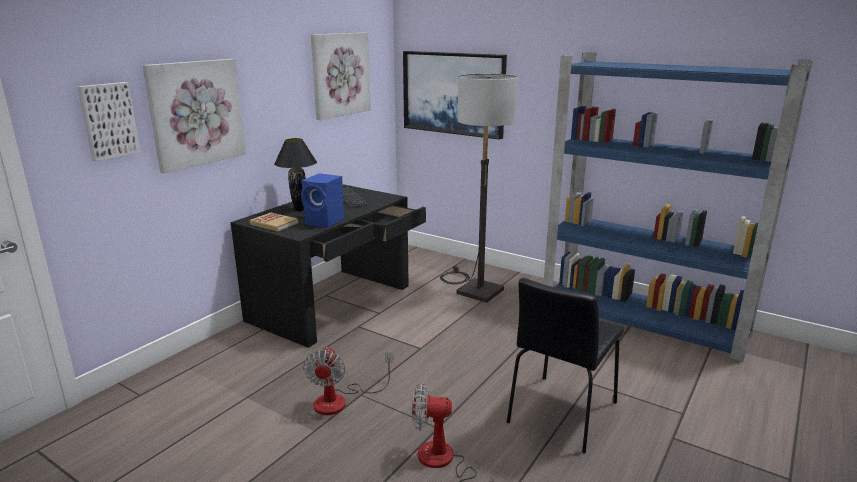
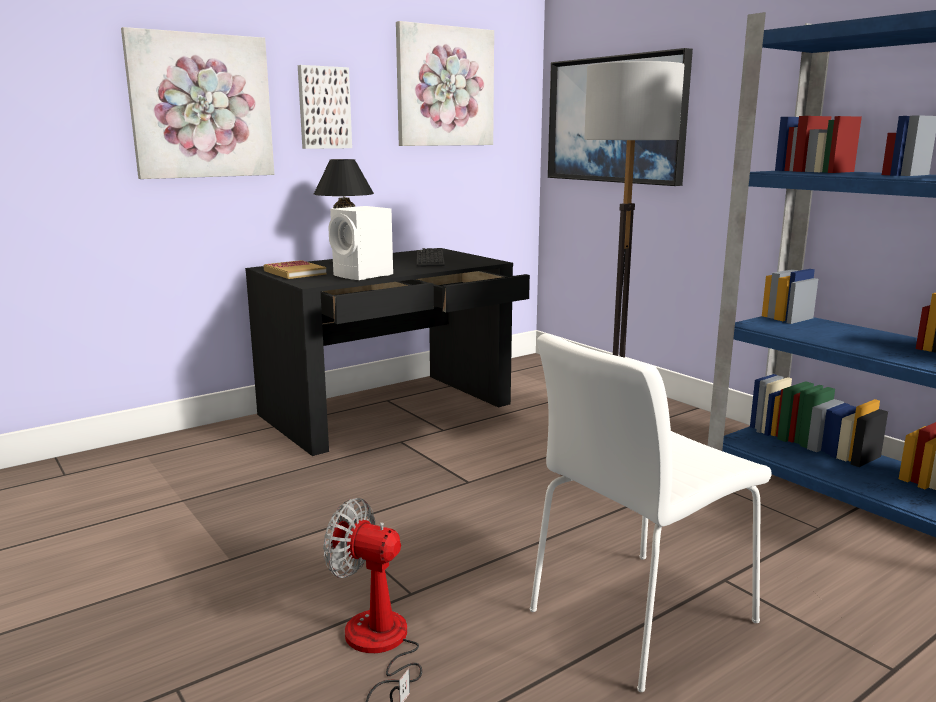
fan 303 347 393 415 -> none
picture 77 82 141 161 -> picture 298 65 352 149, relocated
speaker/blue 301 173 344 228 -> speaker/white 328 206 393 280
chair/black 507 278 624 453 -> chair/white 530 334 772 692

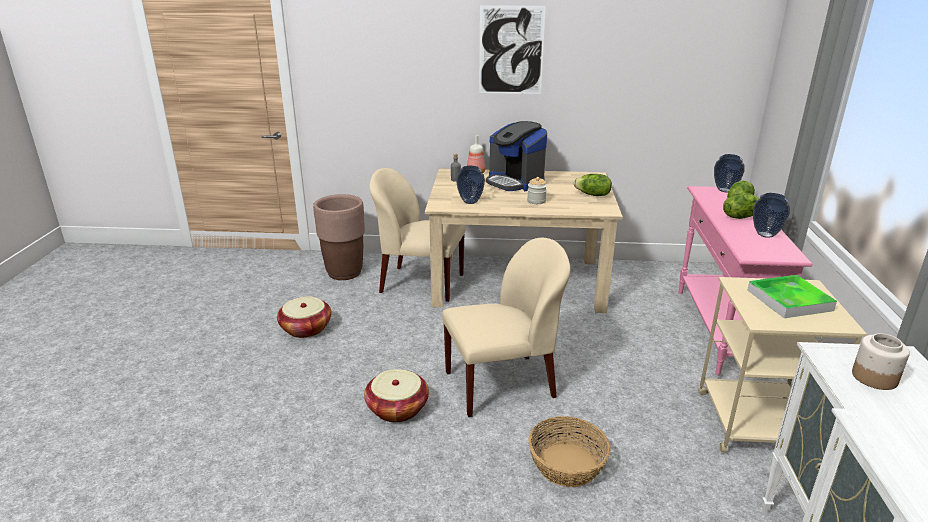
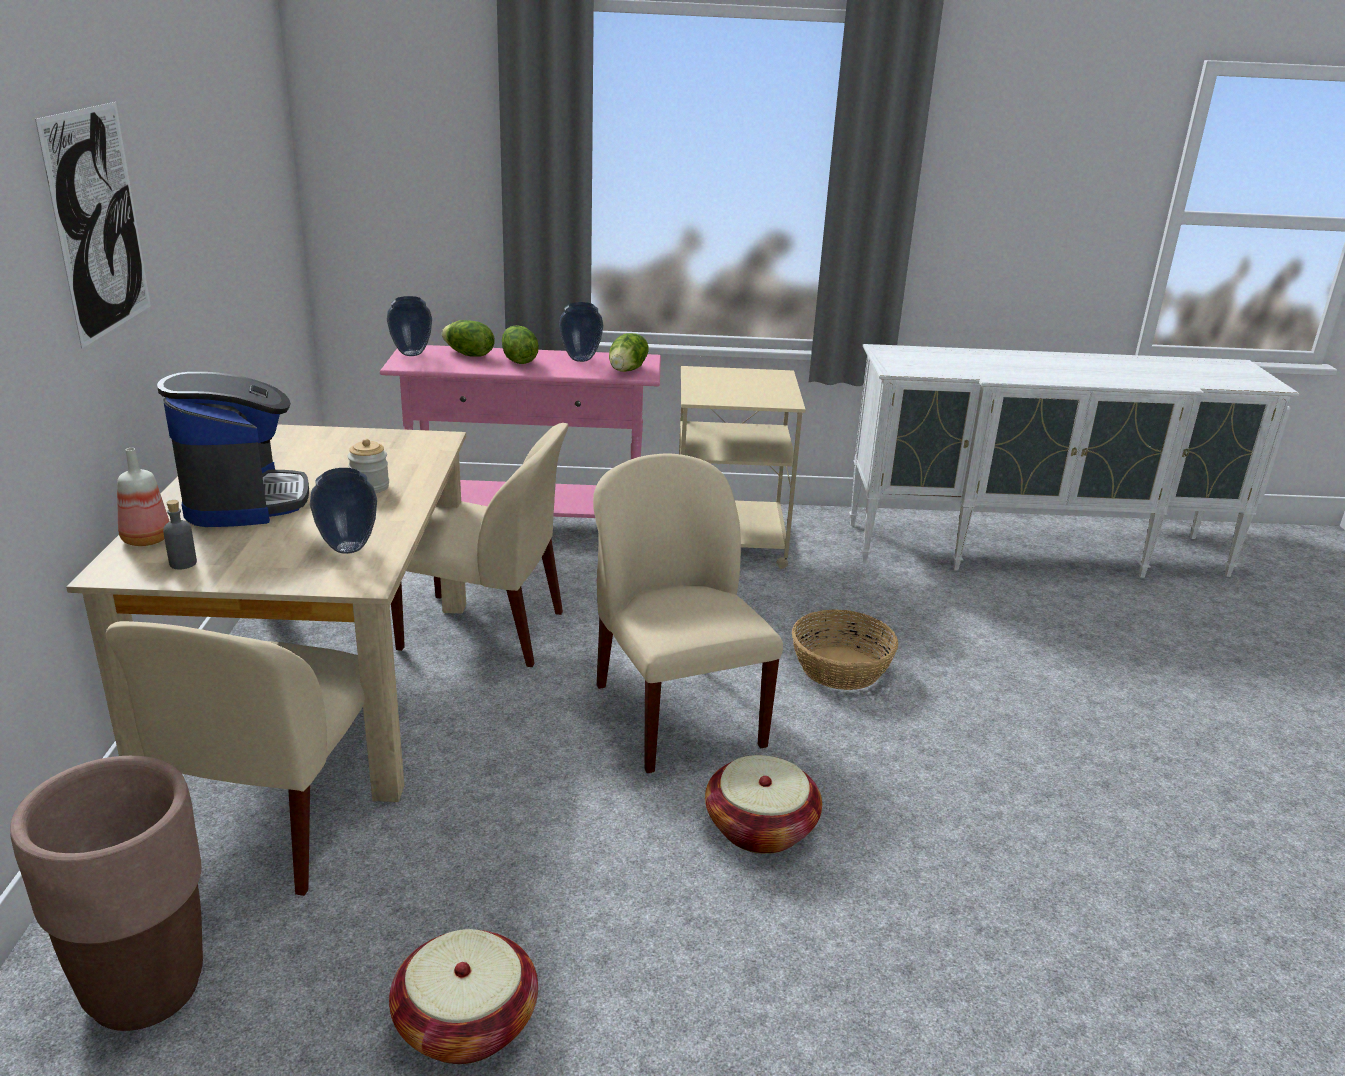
tray 747 275 837 318 -> none
jar 852 333 910 390 -> none
none -> chair/beige 391 423 568 667
lettuce 574 174 612 196 -> lettuce 609 333 648 372, relocated
coffee machine 486 121 547 191 -> coffee machine 157 372 309 527, 60 degrees counterclockwise

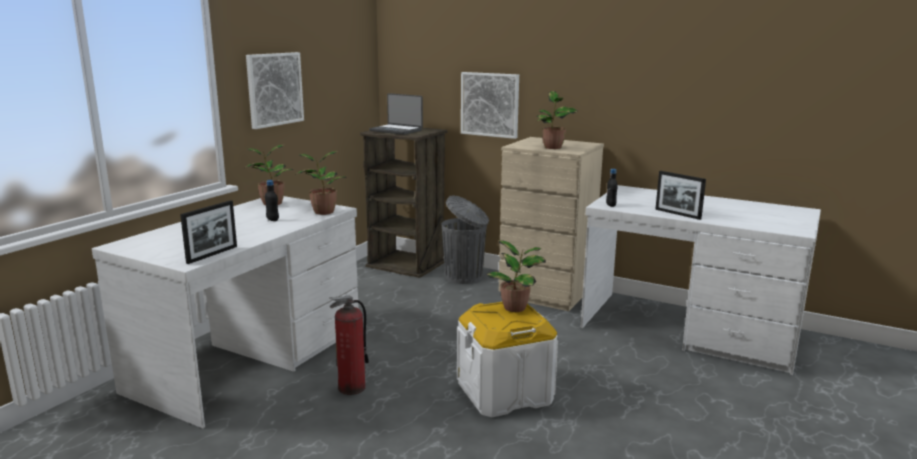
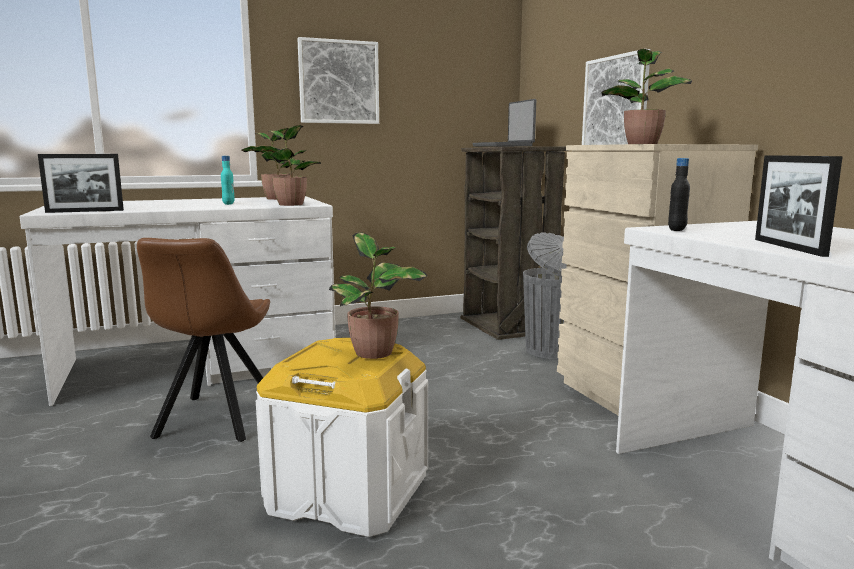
fire extinguisher 330 296 369 395 -> chair/brown 137 238 270 442
bottle/black 265 180 279 221 -> bottle/turquoise 221 156 235 205

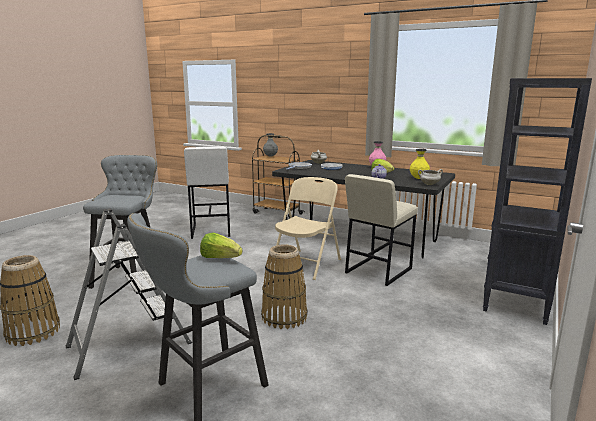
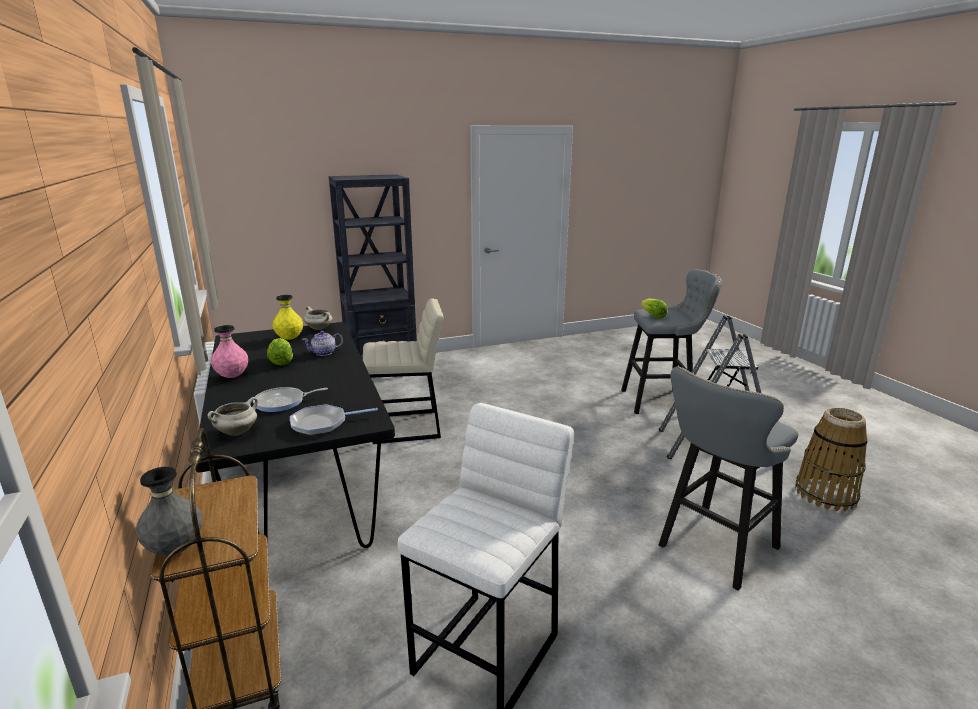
basket 261 244 307 329 -> none
chair/beige 270 177 341 280 -> none

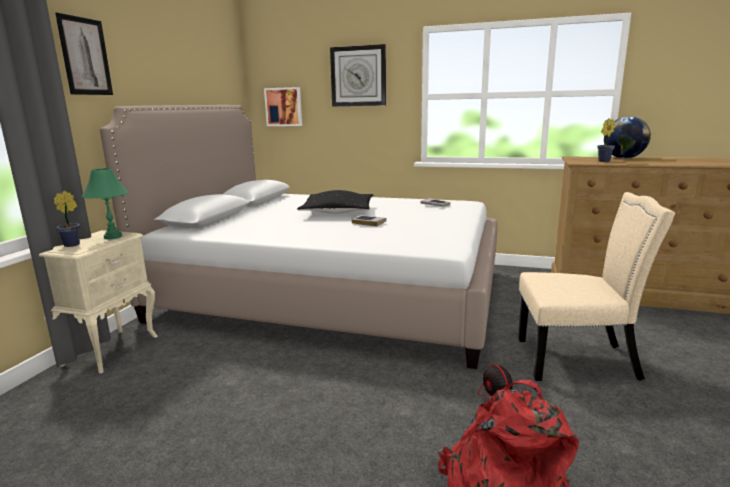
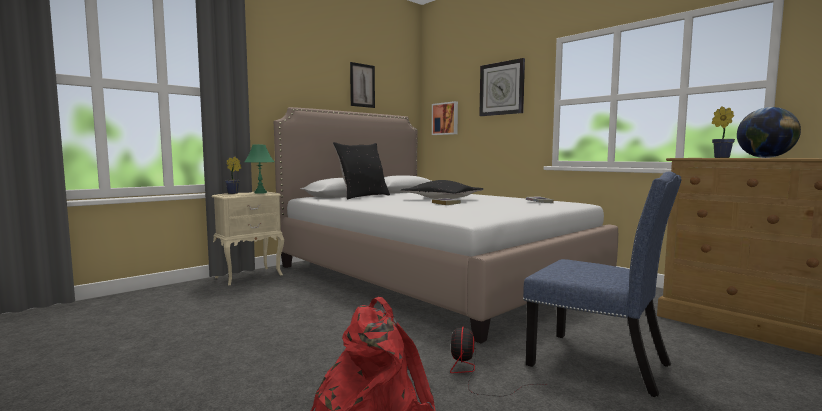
none -> pillow/black 333 142 390 199
picture 55 13 113 95 -> picture 350 62 375 108, relocated
chair/beige 518 192 675 381 -> chair/blue 523 172 681 397

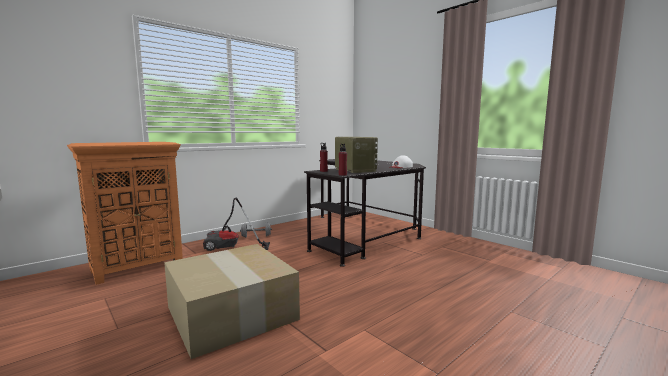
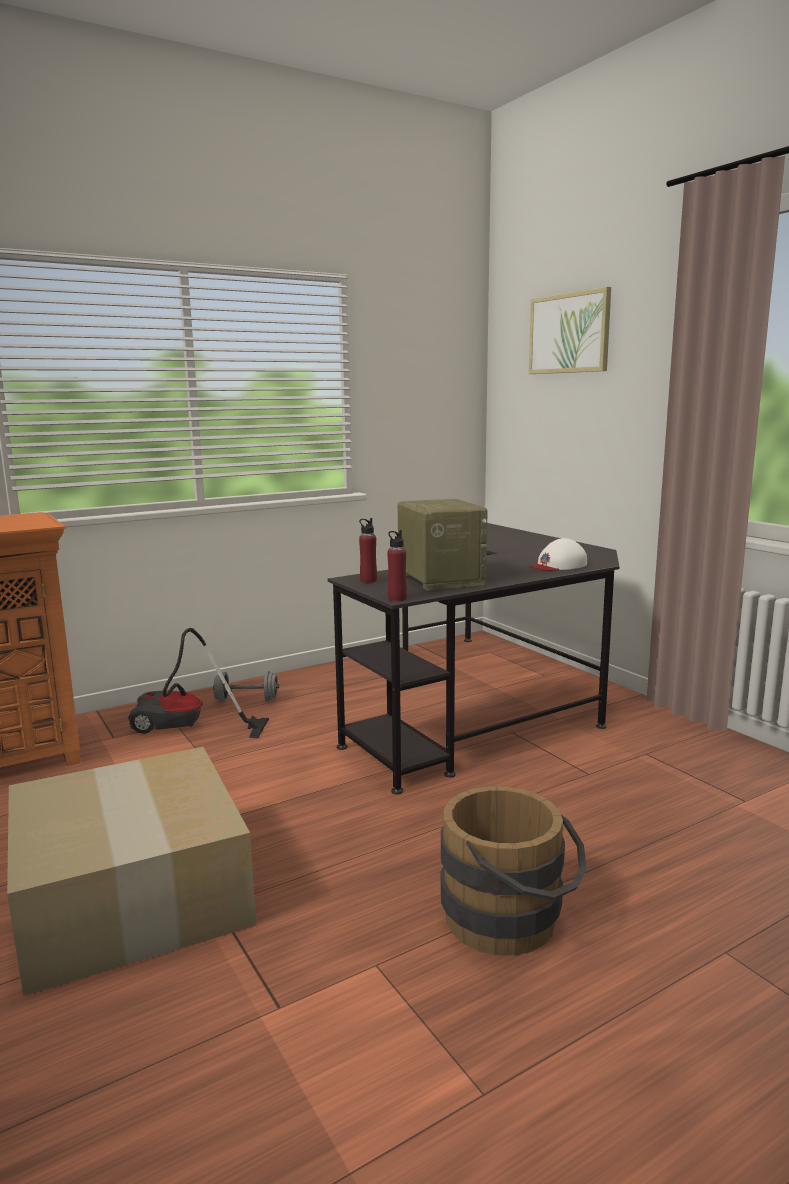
none -> bucket/brown 441 786 587 956
none -> picture 529 287 611 374

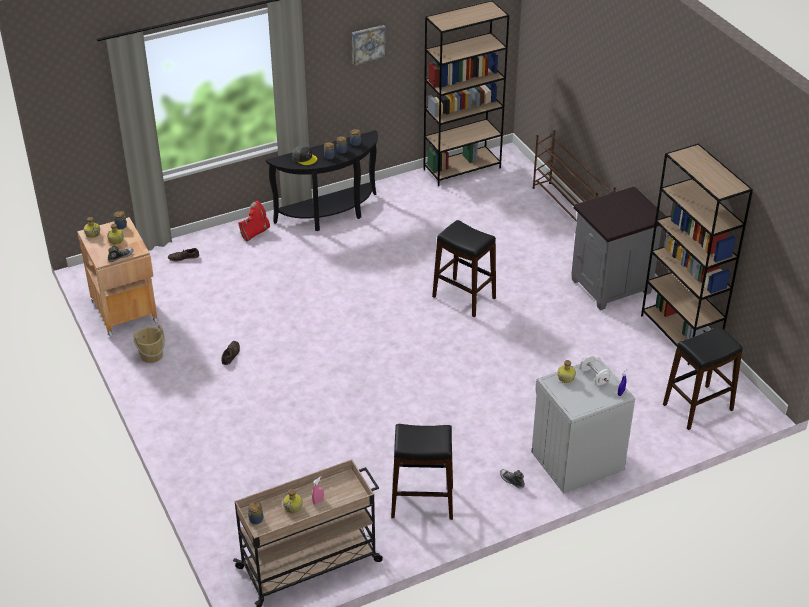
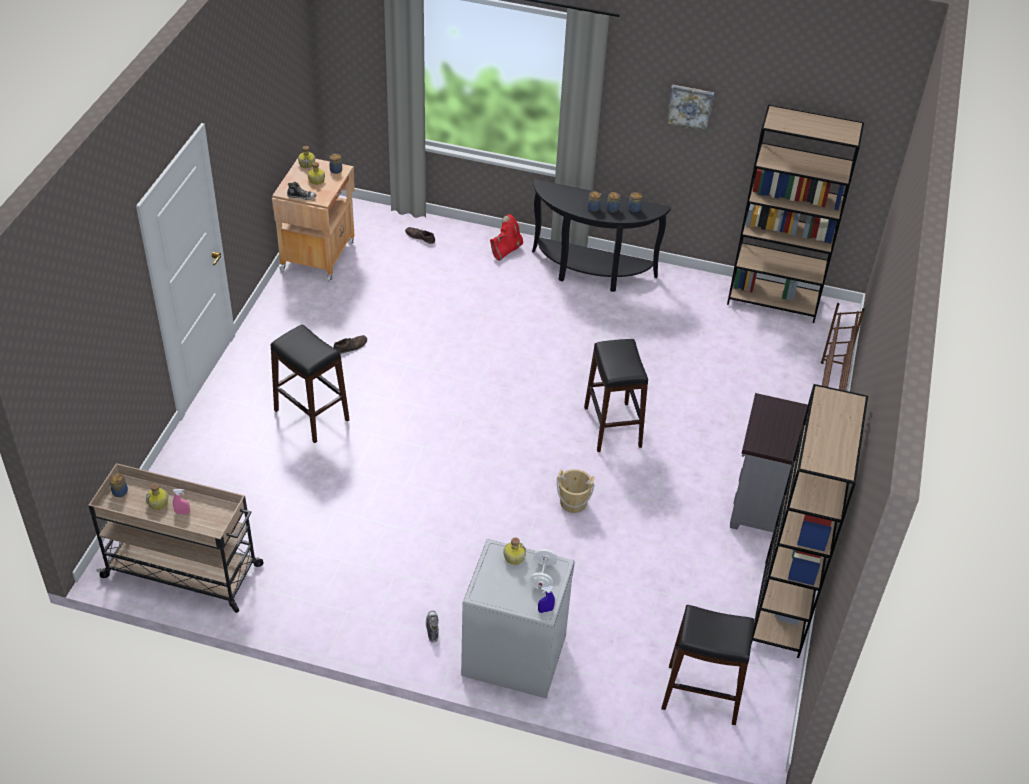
cap/grey 292 145 317 165 -> none
bucket/beige 133 324 165 363 -> bucket/beige 557 469 594 513, relocated
stool/black 391 424 453 520 -> stool/black 271 325 350 443, relocated
boot/red 238 201 270 241 -> boot/red 490 214 523 261, 45 degrees counterclockwise

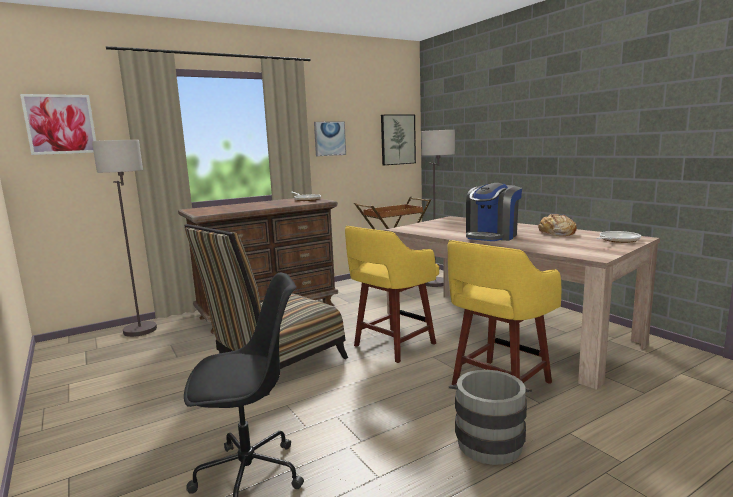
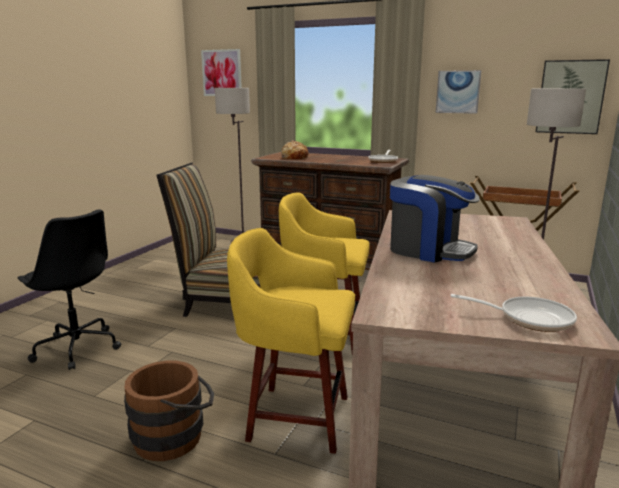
bread 538 214 577 236 -> bread 281 141 309 159, relocated
bucket/grey 449 370 532 465 -> bucket/brown 124 361 214 461
coffee machine 466 183 522 241 -> coffee machine 390 175 480 263, 150 degrees counterclockwise

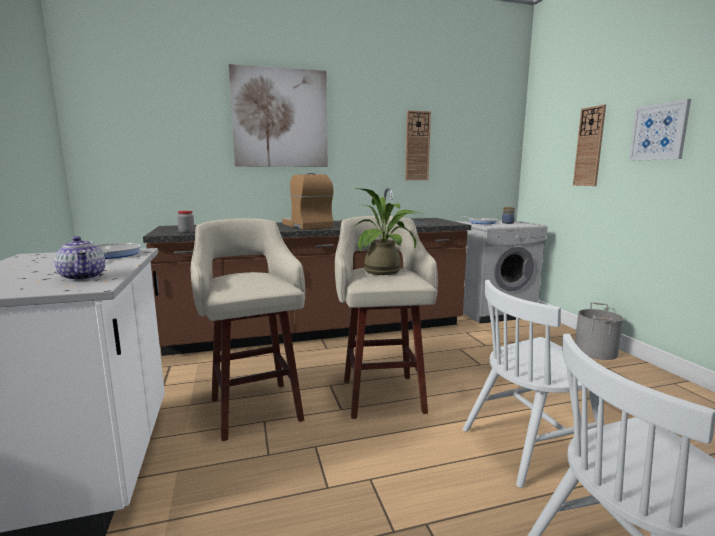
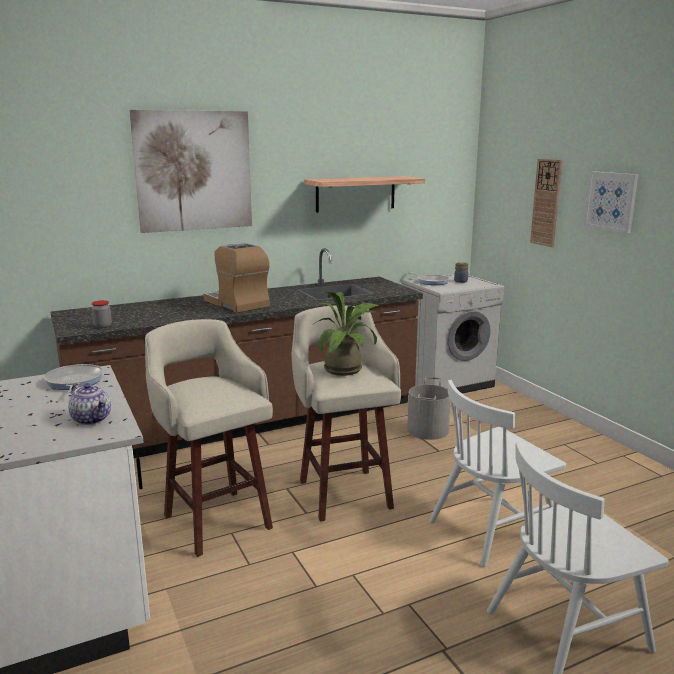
bucket/grey 575 302 623 360 -> bucket/grey 407 377 451 440, relocated
wall clock 405 110 431 180 -> shelf 304 176 425 213

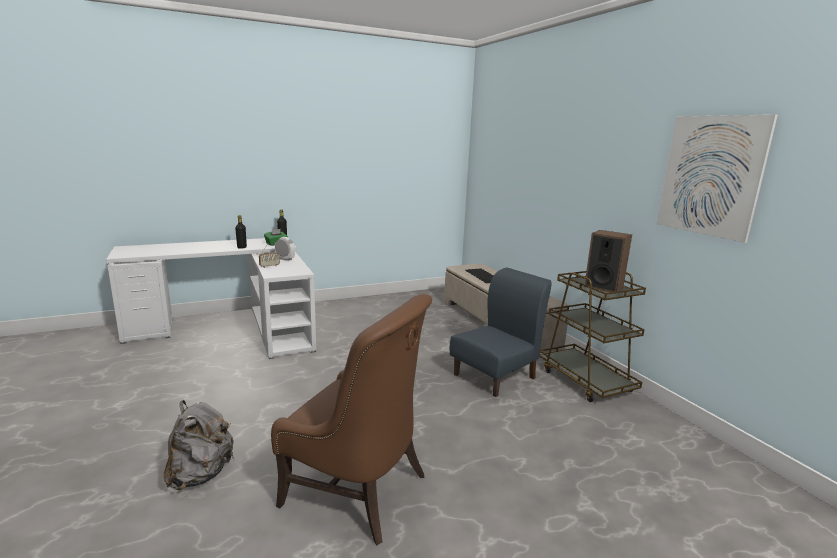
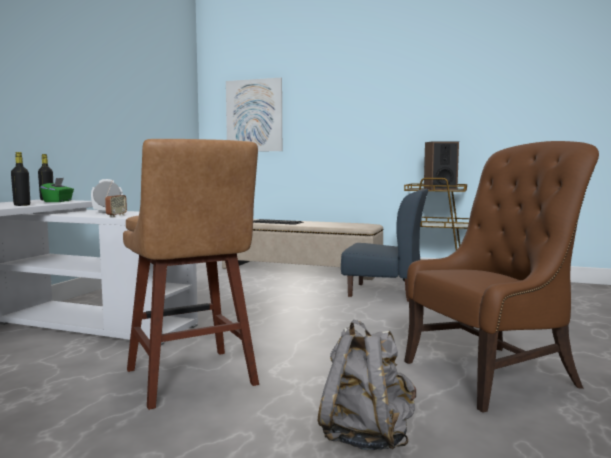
none -> stool/brown 123 139 259 410
picture 657 115 778 243 -> picture 226 78 282 151, relocated
chair/blue 450 268 552 397 -> chair/blue 341 189 428 302, 105 degrees clockwise

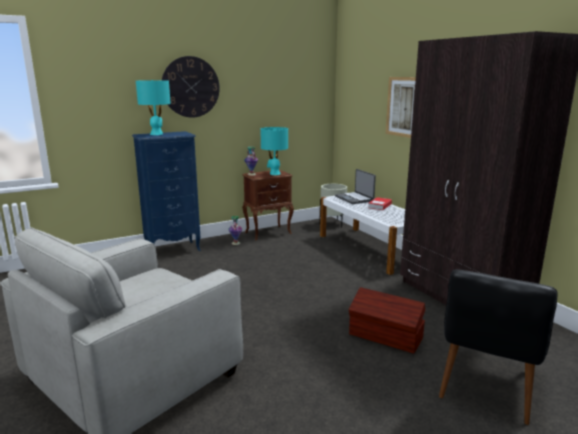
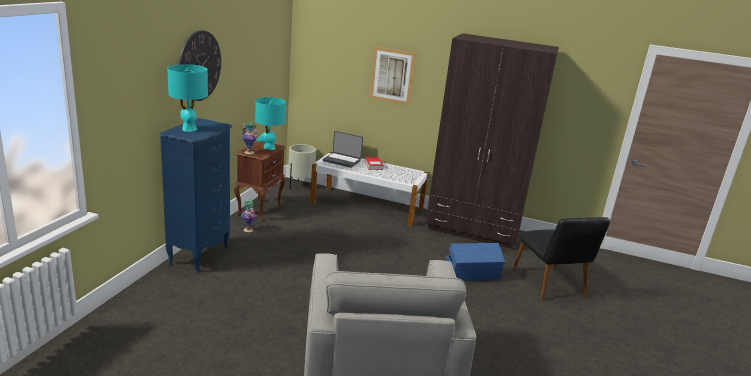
storage box/brown 349 287 425 353 -> storage box/blue 446 243 505 281

